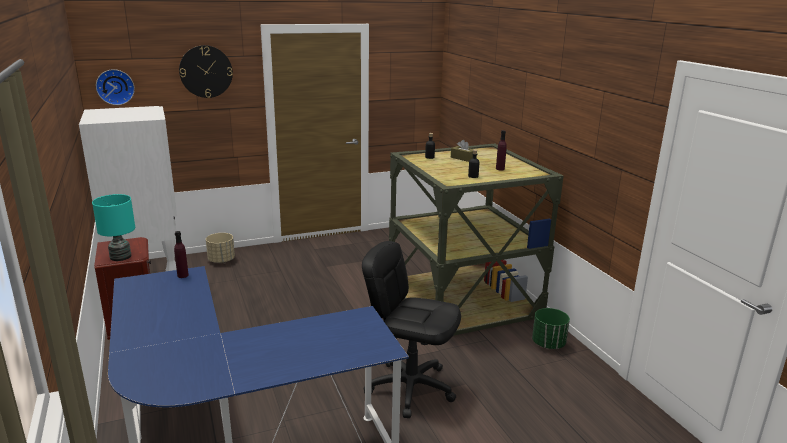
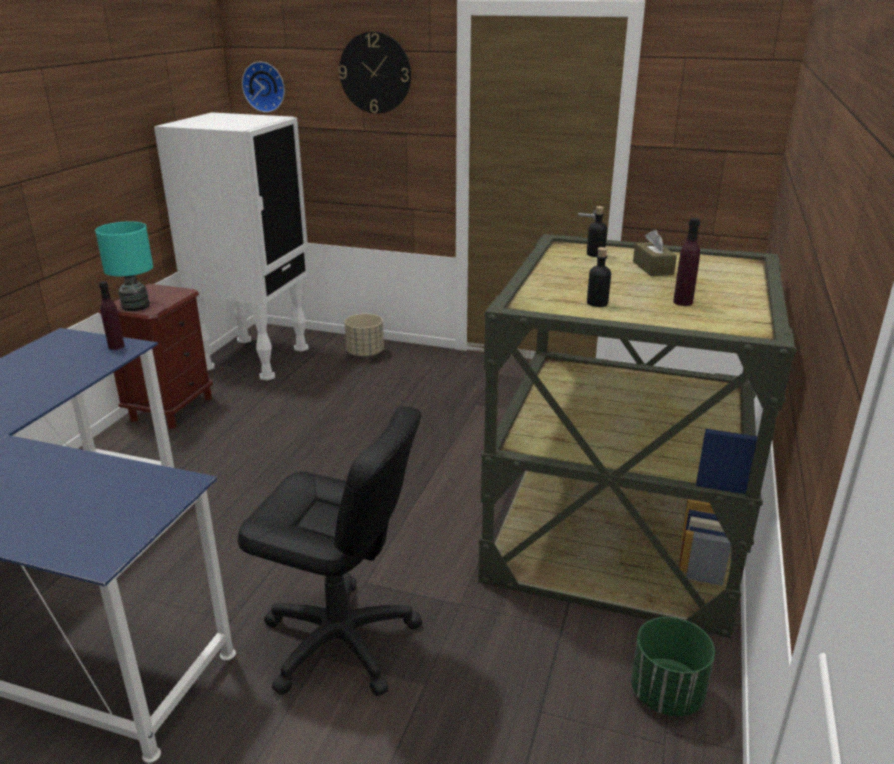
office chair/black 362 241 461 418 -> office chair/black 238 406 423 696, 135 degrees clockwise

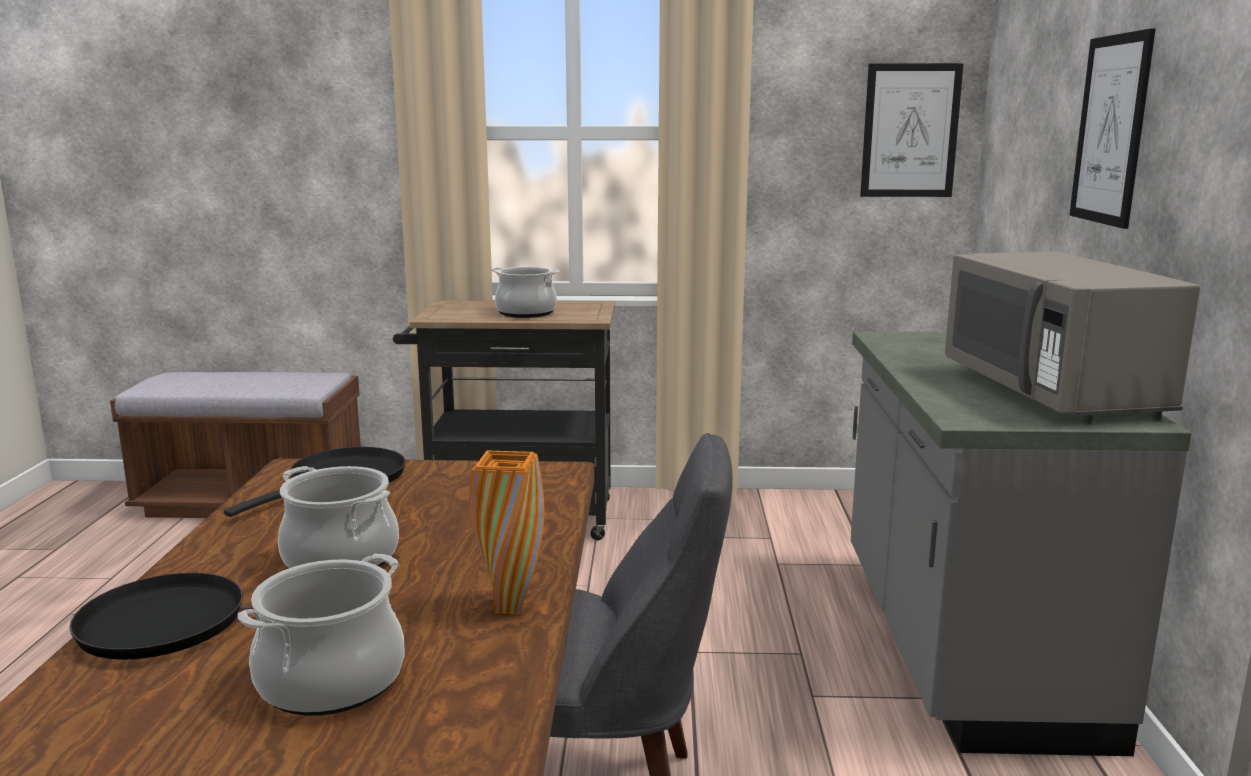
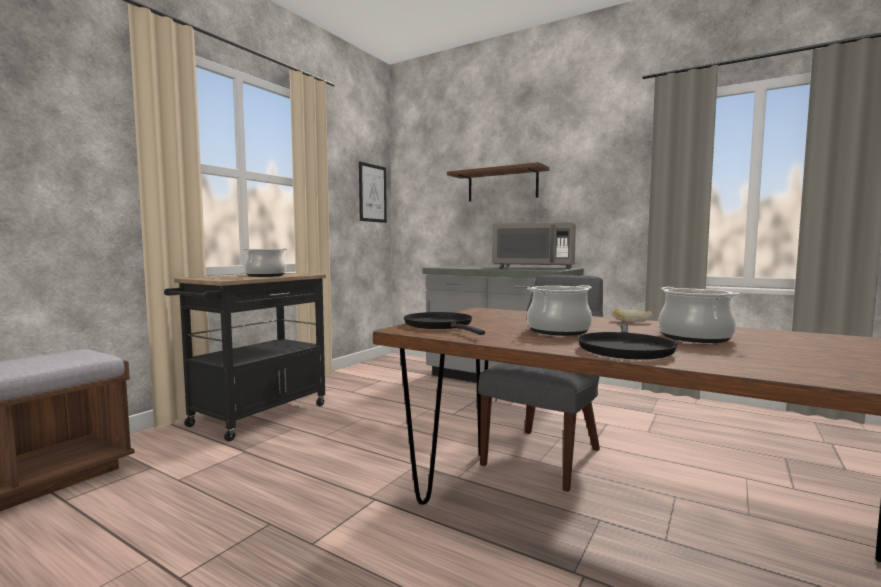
vase/orange 469 451 545 615 -> bread 612 309 652 322
picture 1069 28 1156 229 -> shelf/brown 447 162 549 202

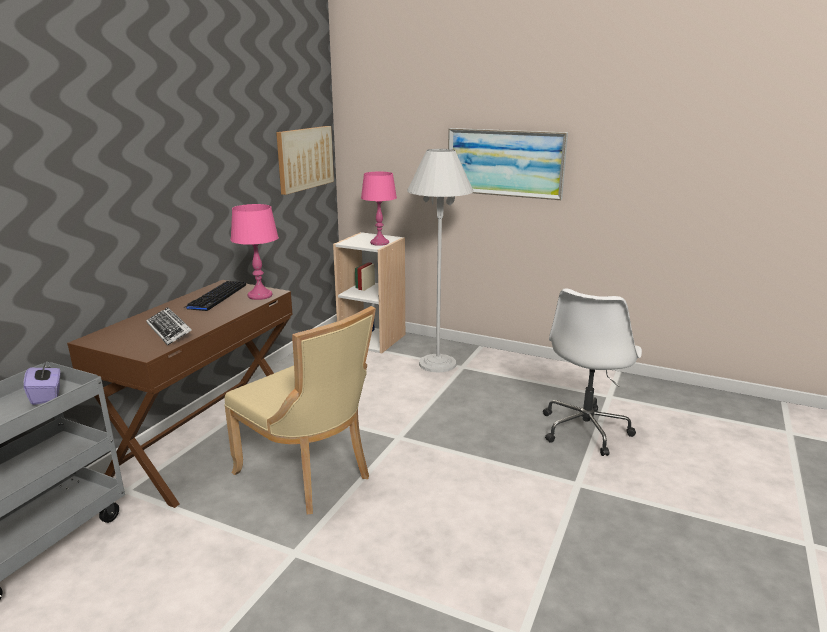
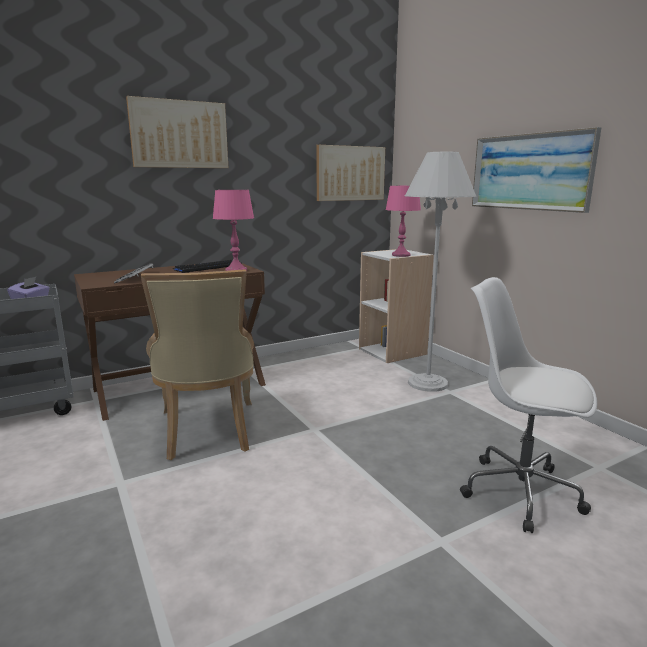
none -> picture 126 96 228 168
office chair/white 543 288 642 456 -> office chair/white 460 277 597 533, 60 degrees clockwise

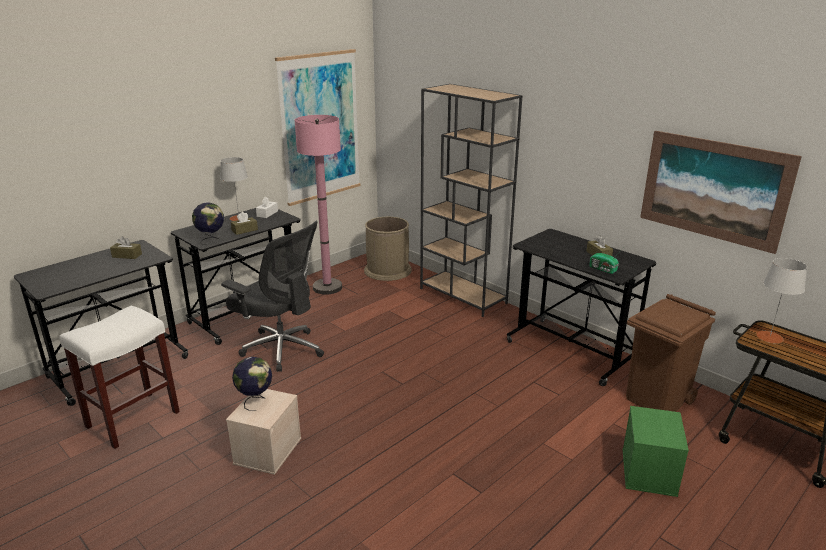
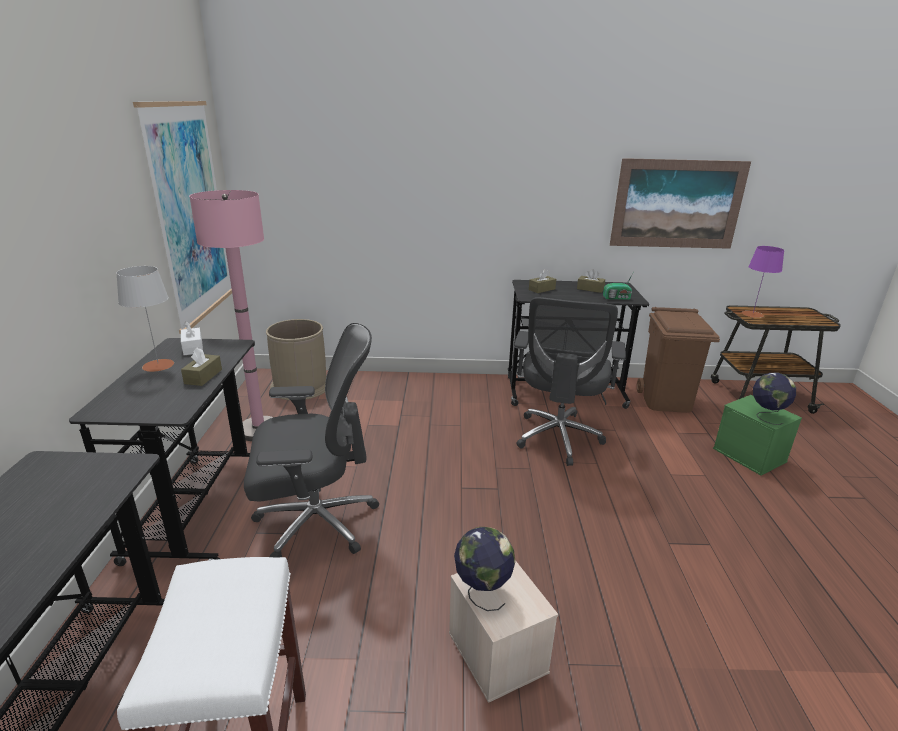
bookcase 420 84 522 317 -> none
none -> office chair 514 297 626 466
tissue box/brown 110 236 142 259 -> tissue box/brown 529 269 556 293, relocated
globe 192 203 224 245 -> globe 753 373 796 425, relocated
table lamp/grey 757 258 807 343 -> table lamp/purple 742 246 784 318

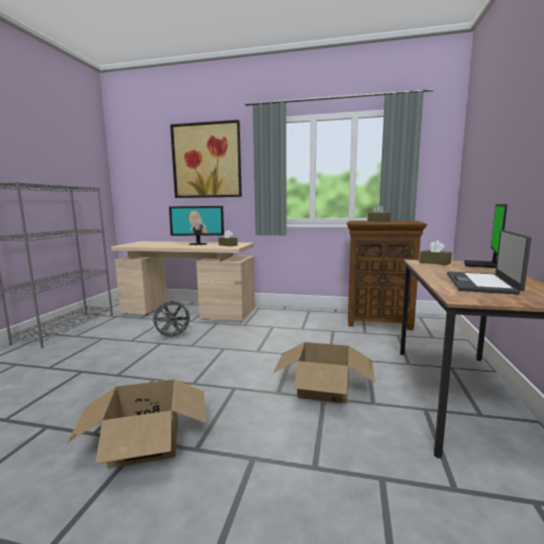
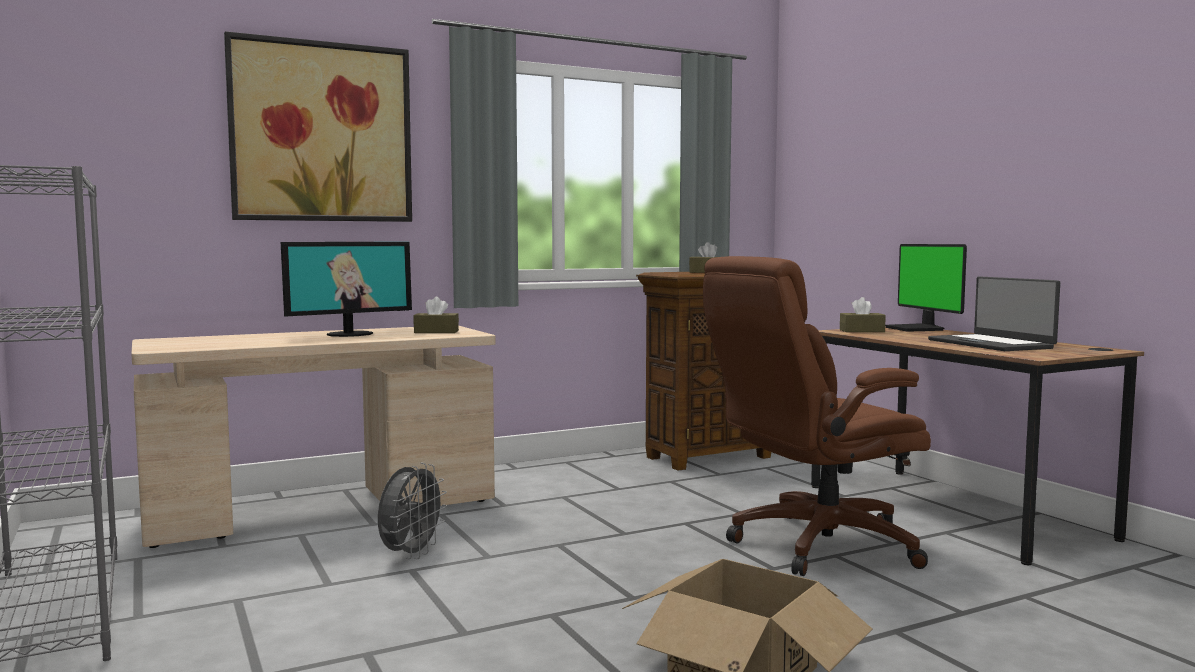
cardboard box 273 342 375 404 -> office chair/brown 703 256 931 576

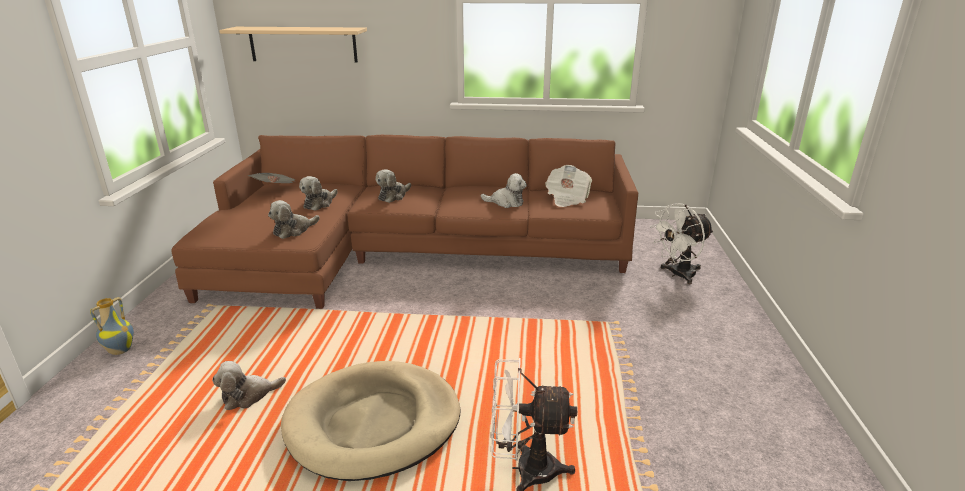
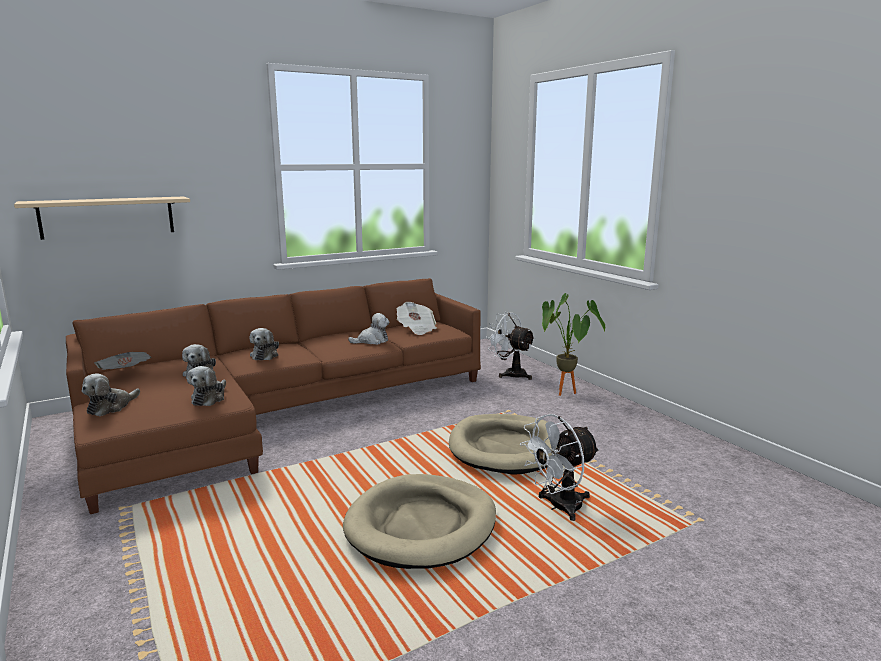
vase 90 297 134 355 -> none
none -> dog bed/beige 449 414 557 475
none -> potted plant 542 293 605 396
plush toy 212 361 286 410 -> plush toy 82 374 140 416, relocated
fan/white 650 203 714 285 -> fan/white 486 312 535 380, 105 degrees clockwise

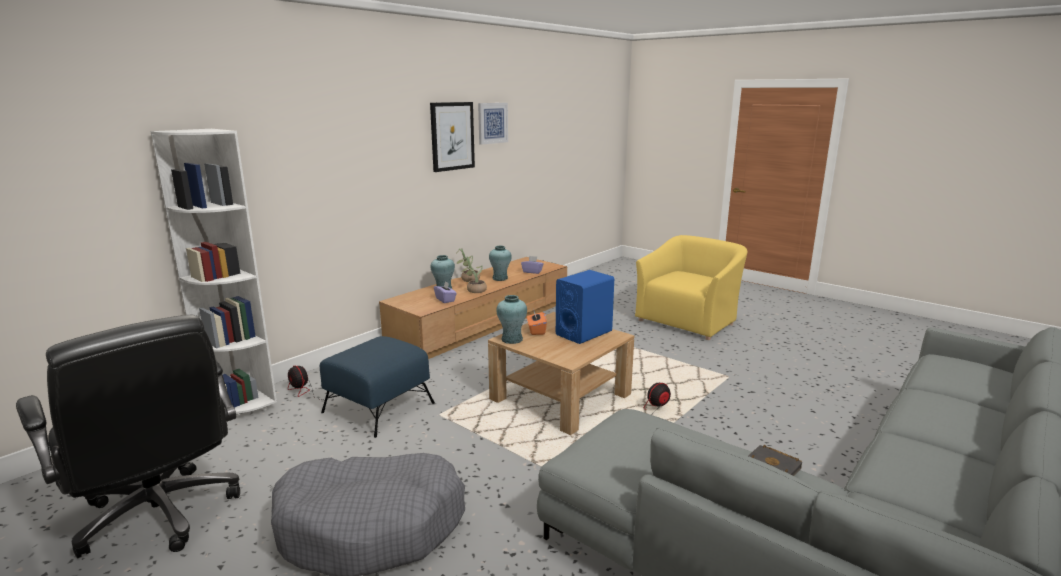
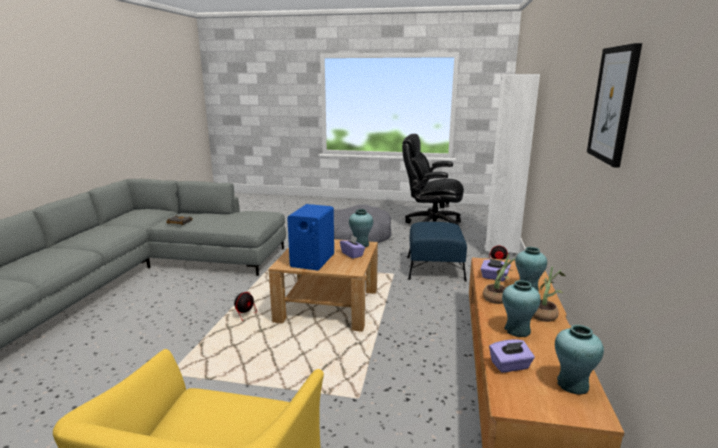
picture 478 103 508 145 -> none
none -> vase/turquoise 555 325 604 395
tissue box/orange 527 311 547 335 -> tissue box/purple 340 235 365 259

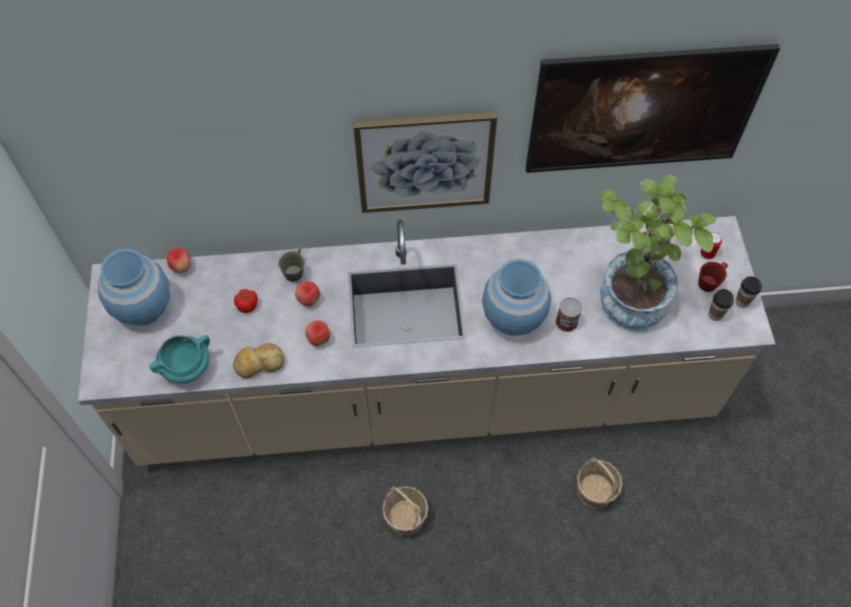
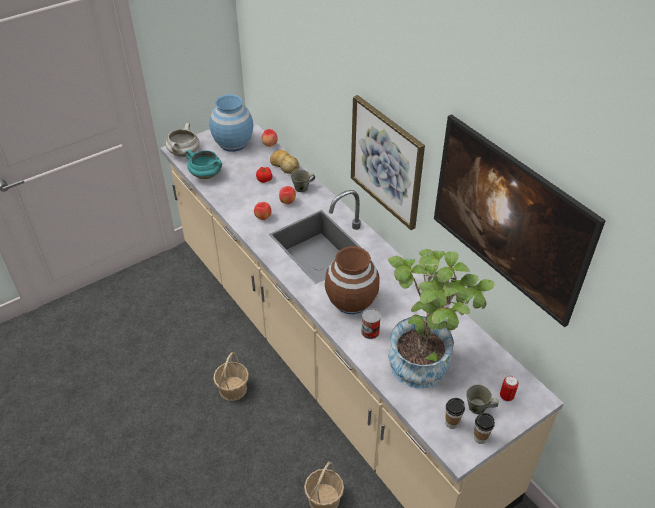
none -> cooking pot/white 166 123 200 157
bread 233 343 284 378 -> bread 270 150 300 174, relocated
vase/blue 482 259 551 336 -> vase/brown 325 246 379 314
mug/red 698 262 728 292 -> mug/grey 466 384 499 414

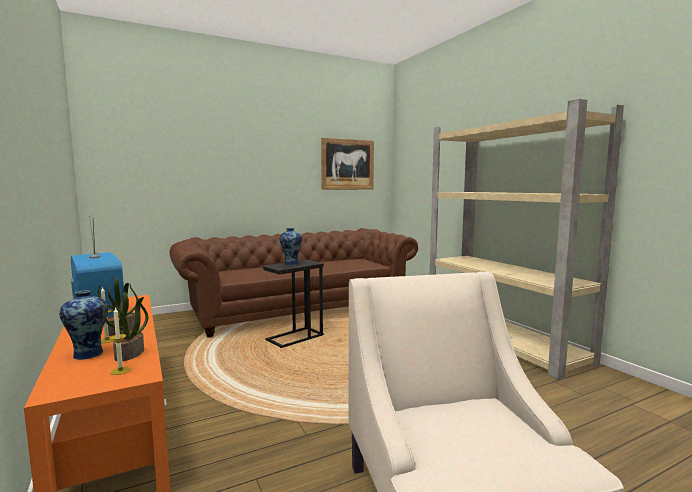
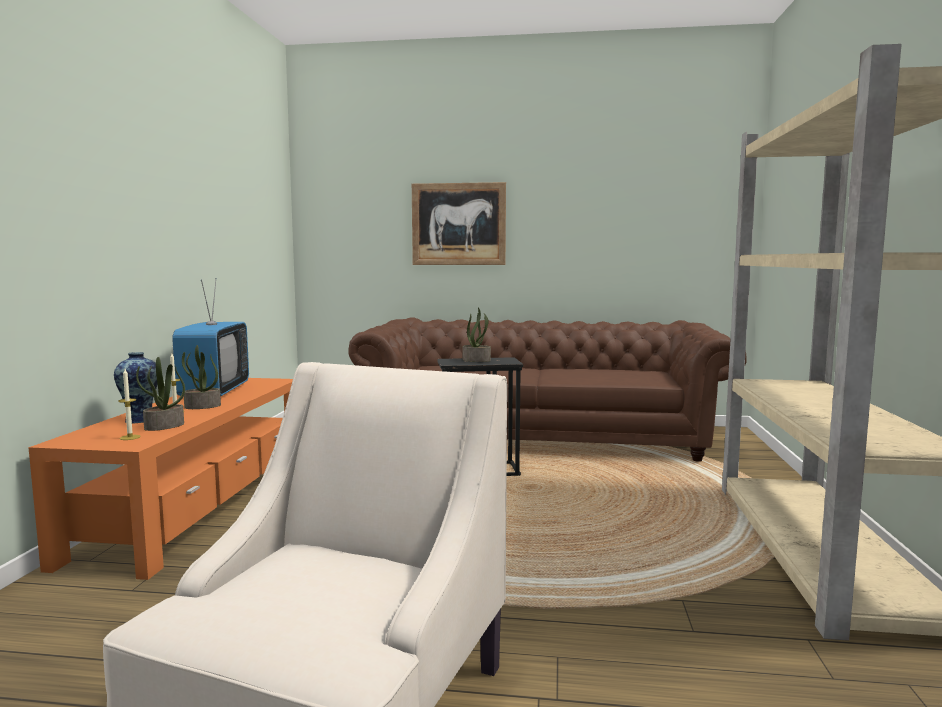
picture 321 138 374 190 -> picture 412 182 506 265, relocated
vase 280 228 302 265 -> potted plant 463 307 491 362

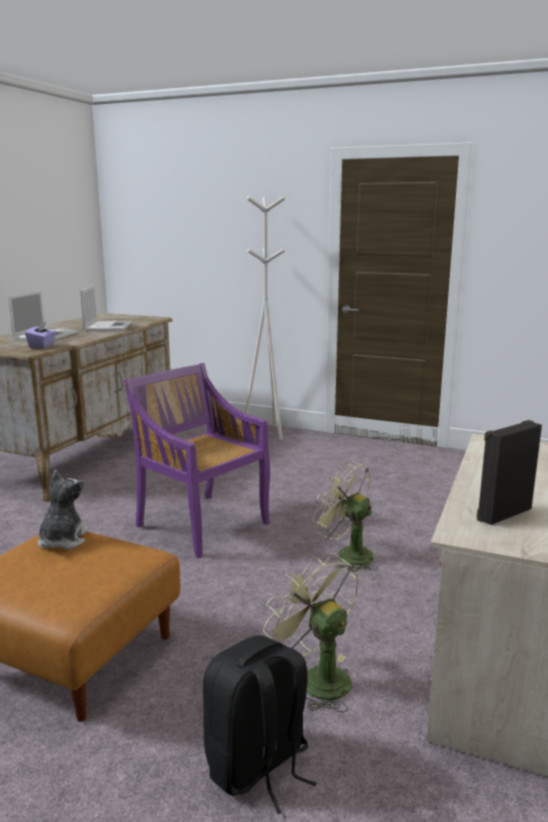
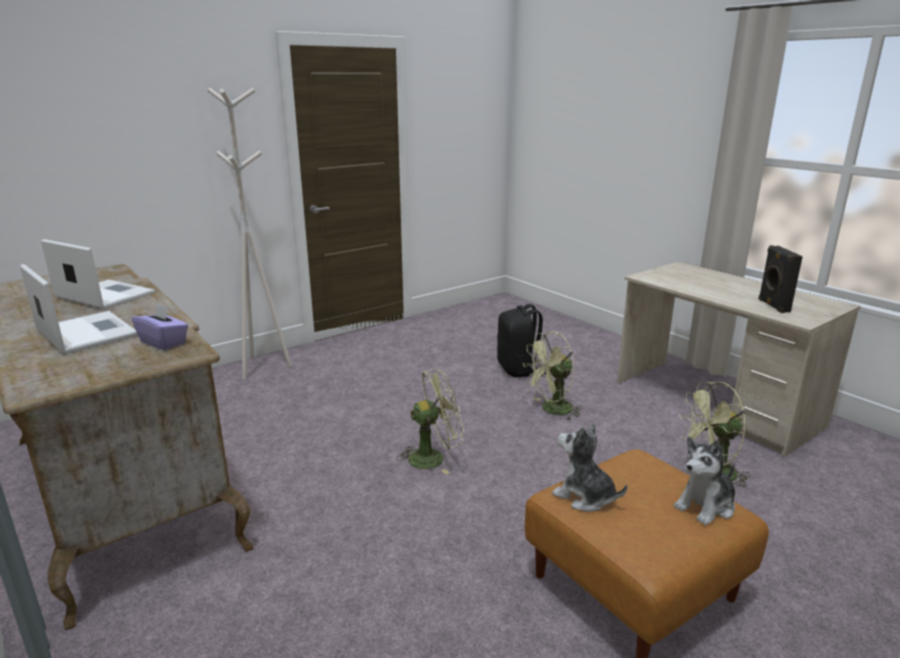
none -> plush toy 674 436 735 526
backpack/black 203 635 317 814 -> backpack/black 497 304 543 377, relocated
chair/purple 124 363 270 558 -> fan/green 396 368 464 474

